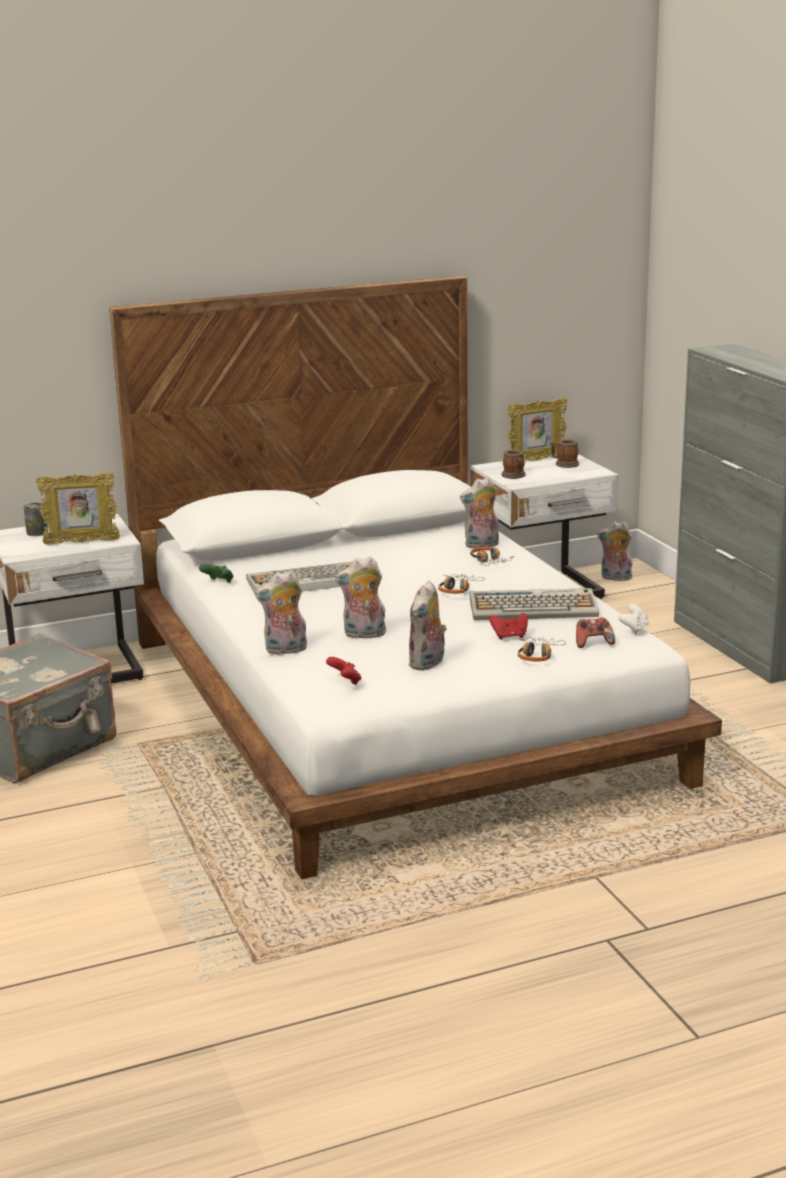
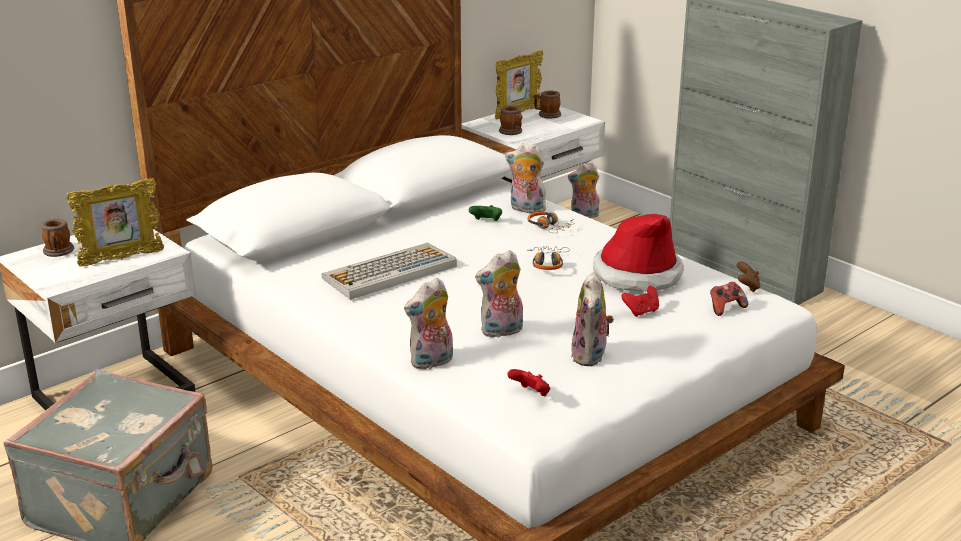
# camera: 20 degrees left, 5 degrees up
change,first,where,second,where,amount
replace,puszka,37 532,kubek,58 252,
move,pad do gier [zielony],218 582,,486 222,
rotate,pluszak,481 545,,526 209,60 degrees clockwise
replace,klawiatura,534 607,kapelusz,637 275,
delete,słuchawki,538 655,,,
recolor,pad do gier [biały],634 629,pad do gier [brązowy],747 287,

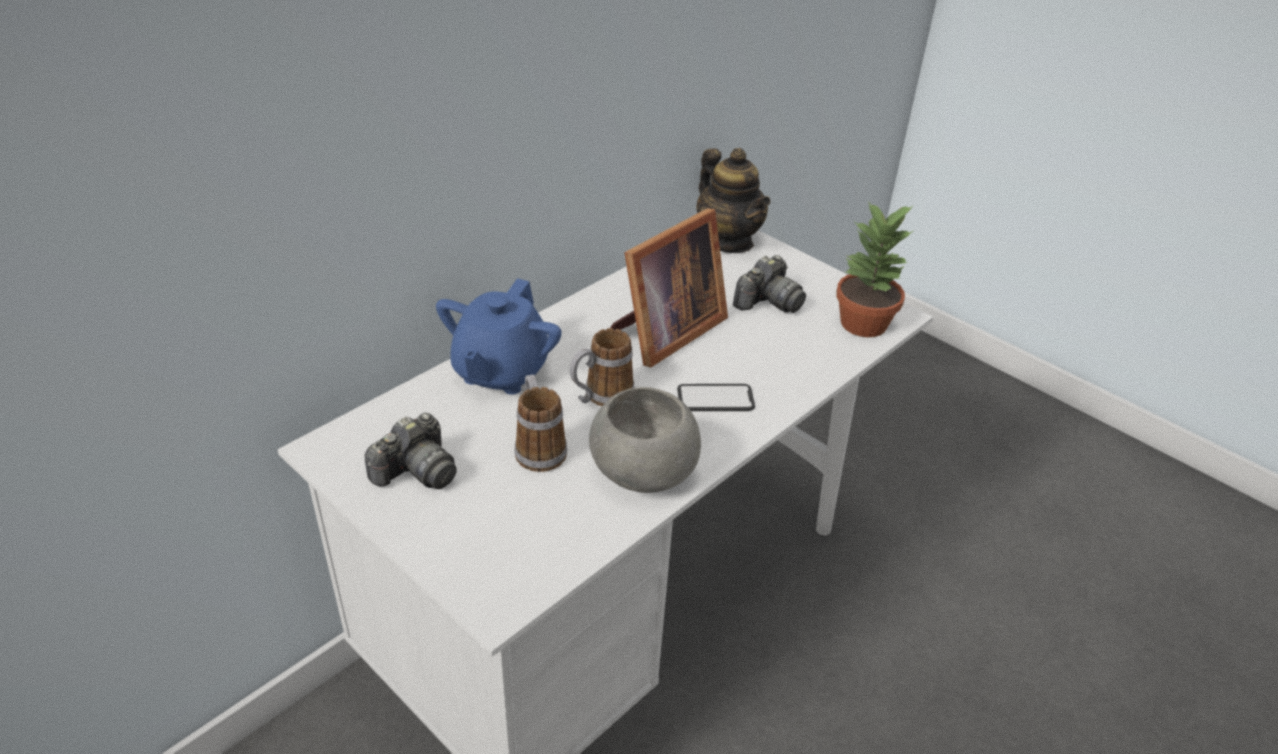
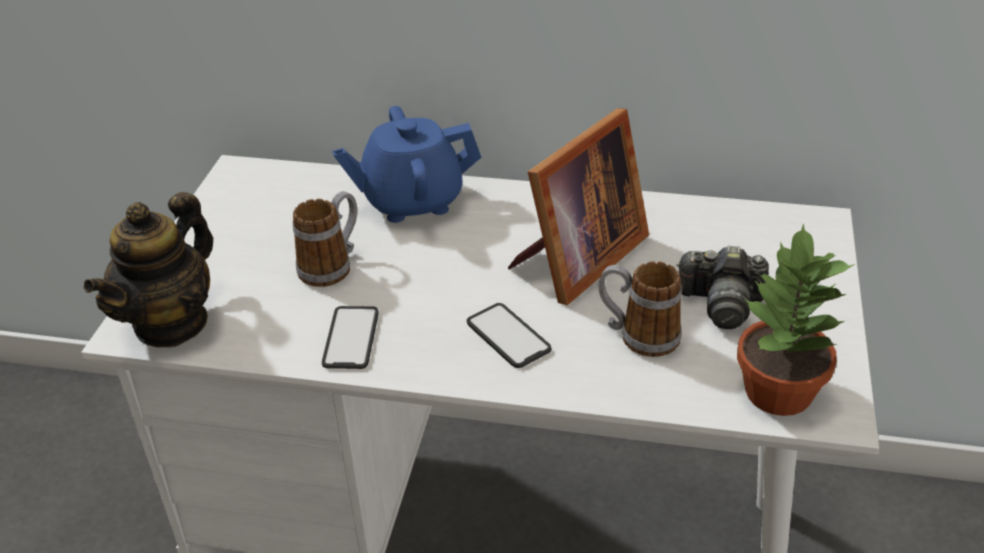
# camera: 60 degrees right, 0 degrees up
change,first,where,second,where,amount
delete,aparat fotograficzny,416 471,,,
move,kubek,601 397,,638 336,
replace,miska [szary],642 474,telefon,351 338,
rotate,ramka na zdjęcie,664 333,,576 260,60 degrees counterclockwise
move,imbryk,728 241,,171 323,

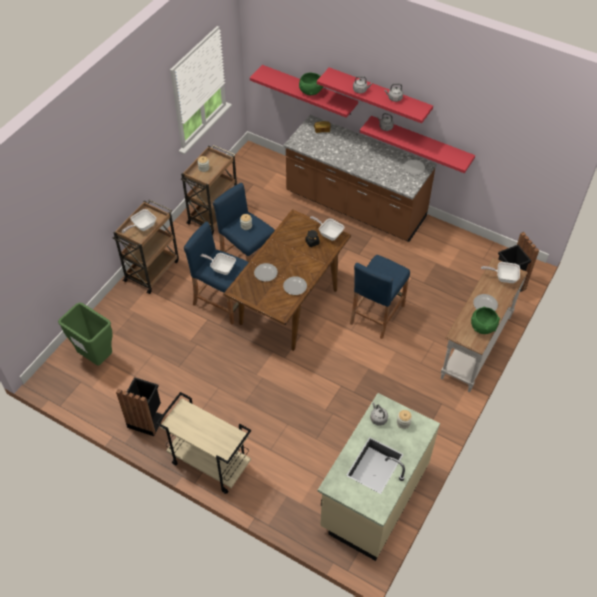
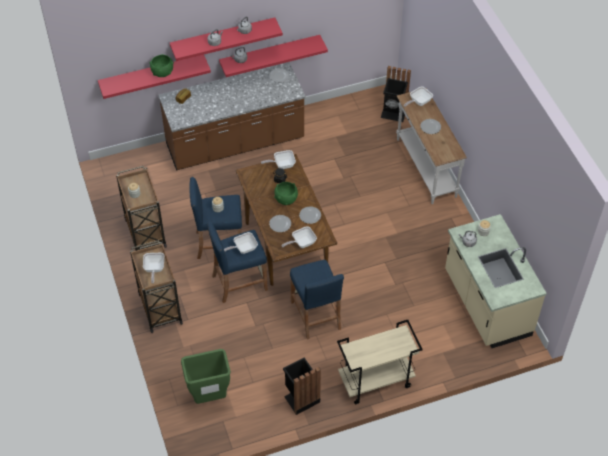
# camera: 50 degrees left, 0 degrees up
change,first,where,second,where,amount
move,stołek [niebieski],376 314,,315 315,
move,miska [zielony],483 327,,286 199,
insert,,,patelnia,301 243,

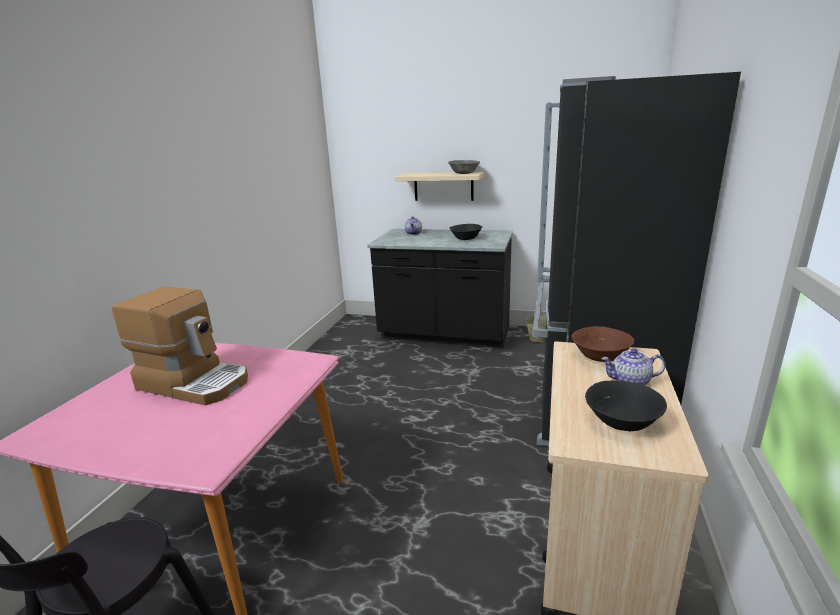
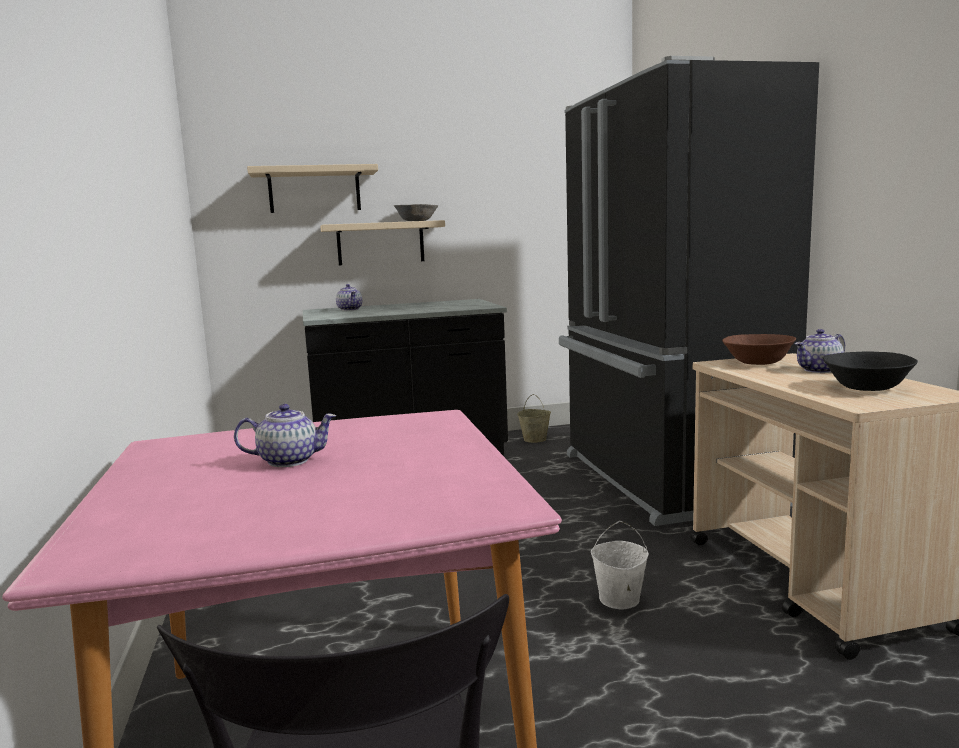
# camera: 30 degrees left, 10 degrees down
change,first,where,second,where,amount
replace,ekspres do kawy,195 382,imbryk,289 460,
delete,miska [czarny],466 238,,,
insert,,,półka [beżowy],314 190,
insert,,,wiadro [biały],619 599,

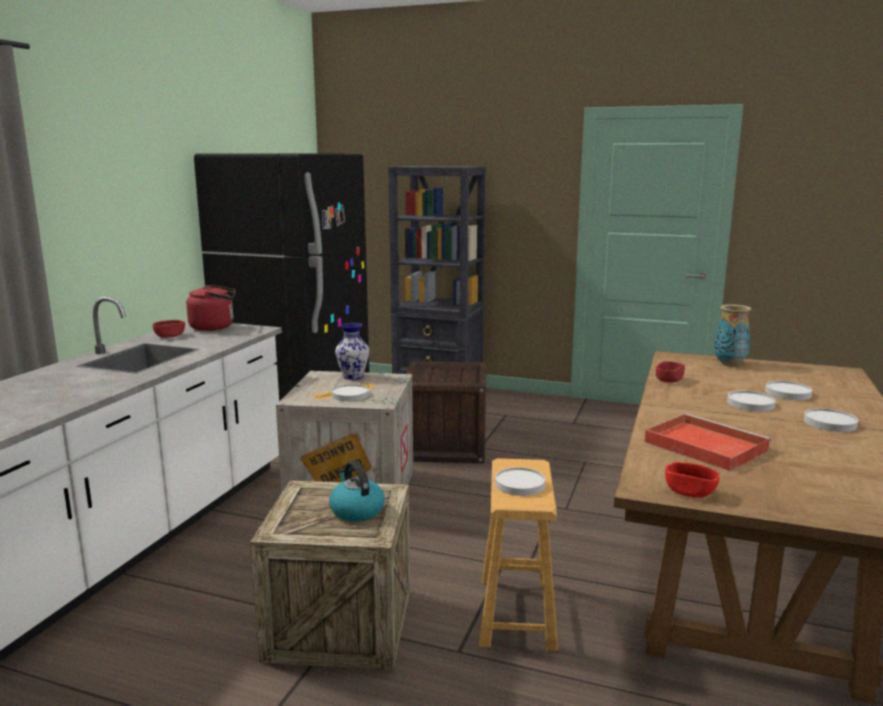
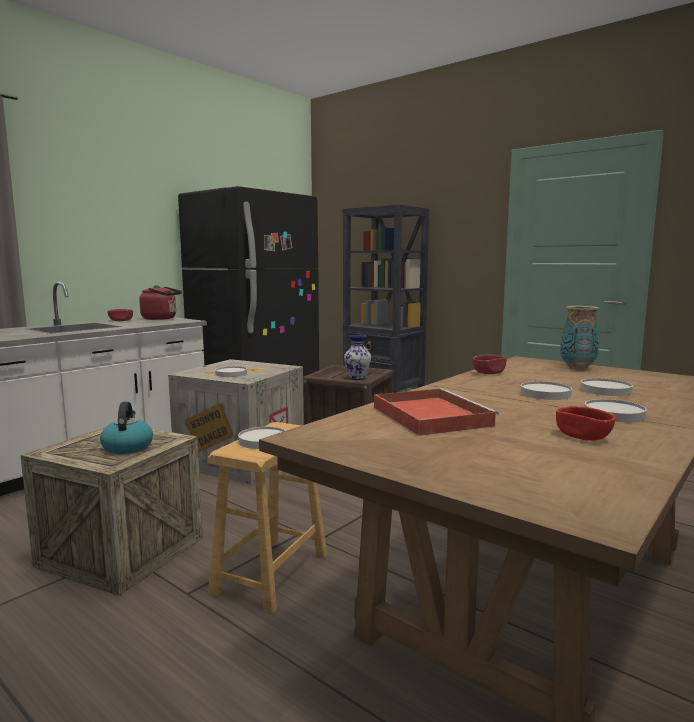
# camera: 20 degrees right, 5 degrees down
change,first,where,second,where,amount
move,wazon,353 377,,357 378,
move,miska [czerwony],690 492,,583 436,

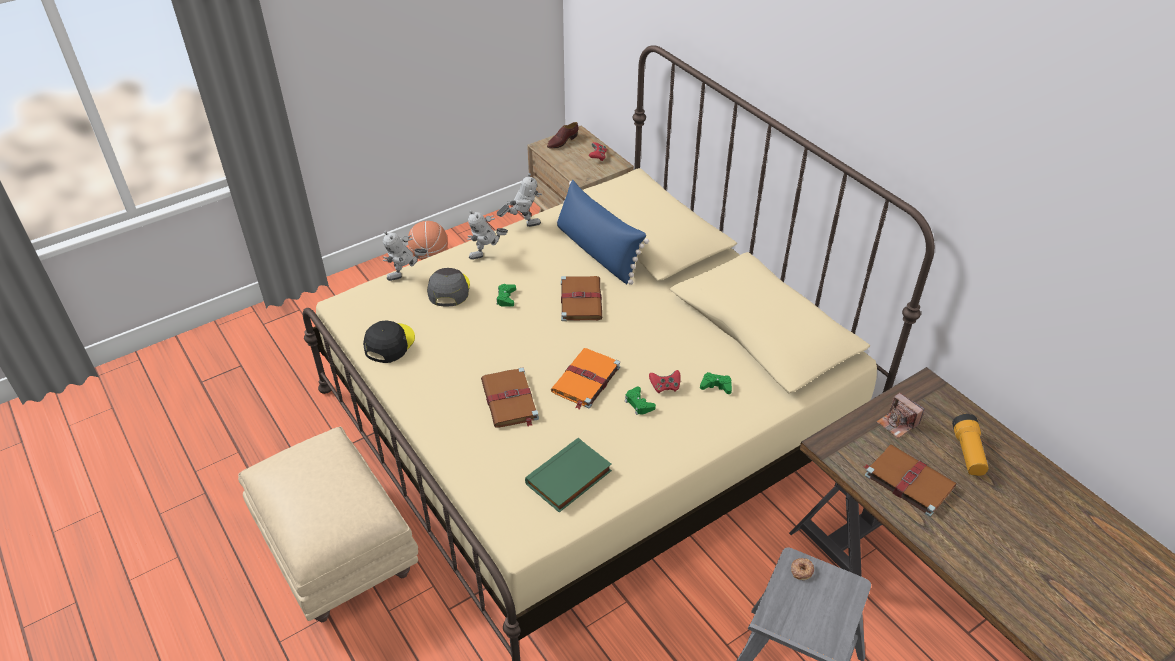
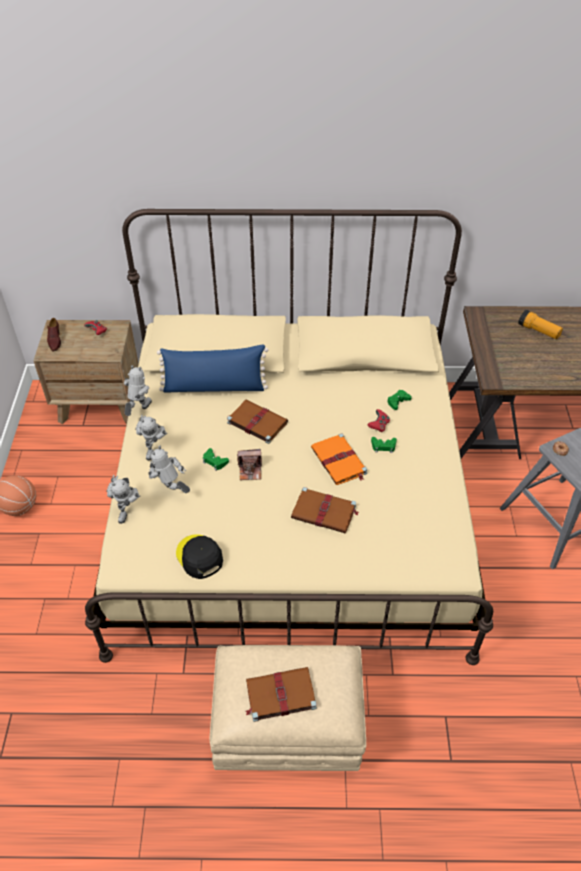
# camera: 55 degrees left, 5 degrees up
change,first,where,second,where,amount
replace,czapka z daszkiem [szary],448 290,robot zabawkowy,171 490,
delete,książka [zielony],569 479,,,
move,książka [brązowy],907 480,,279 695,
move,aparat fotograficzny,897 423,,250 470,

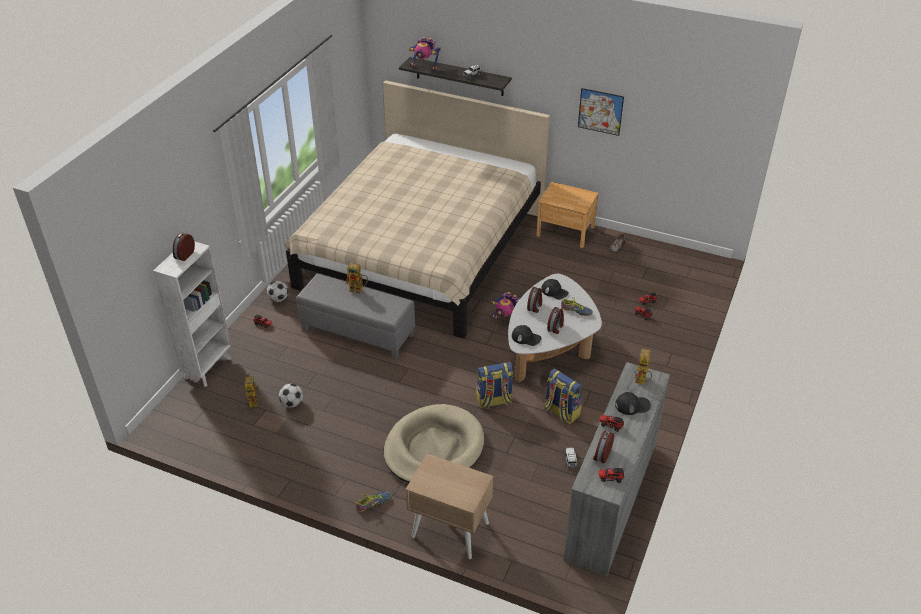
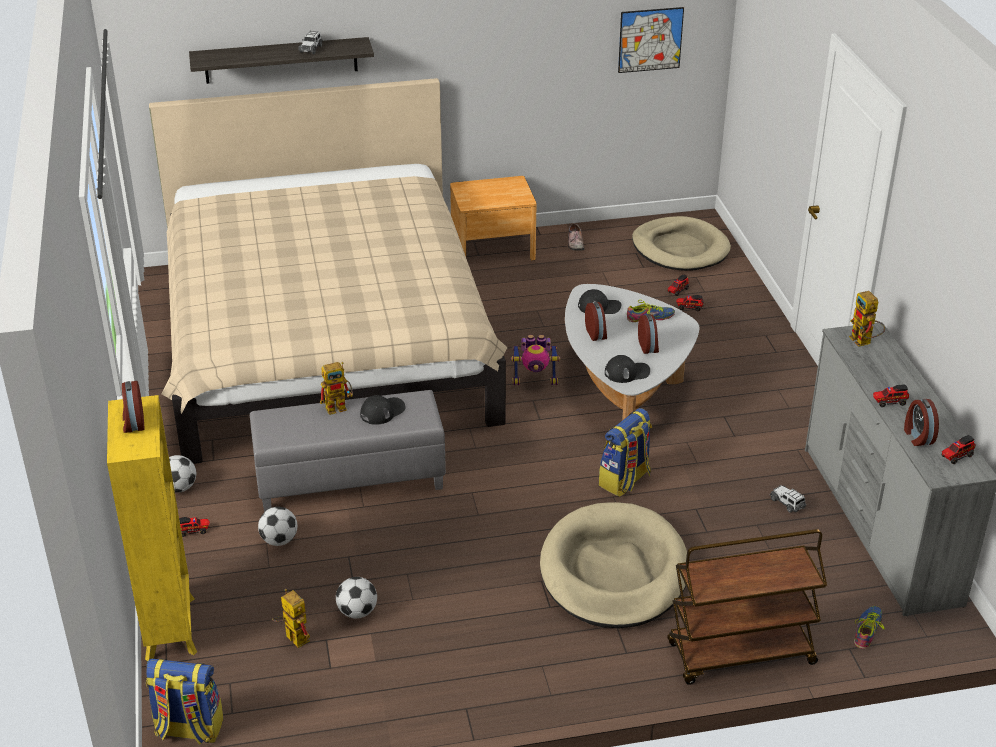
# camera: 35 degrees left, 5 degrees down
change,first,where,second,where,amount
recolor,regał [biały],208 367,regał [żółty],170 627,
move,but,373 503,,867 630,
replace,szafka nocna [beżowy],449 529,wózek [brązowy],740 655,
delete,robot zabawkowy,424 66,,,
move,plecak,561 412,,188 729,
move,obraz,600 111,,650 40,
move,czapka z daszkiem [czarny],632 405,,382 411,
insert,,,piłka futbolowa,279 540,
insert,,,legowisko [beżowy],680 248,

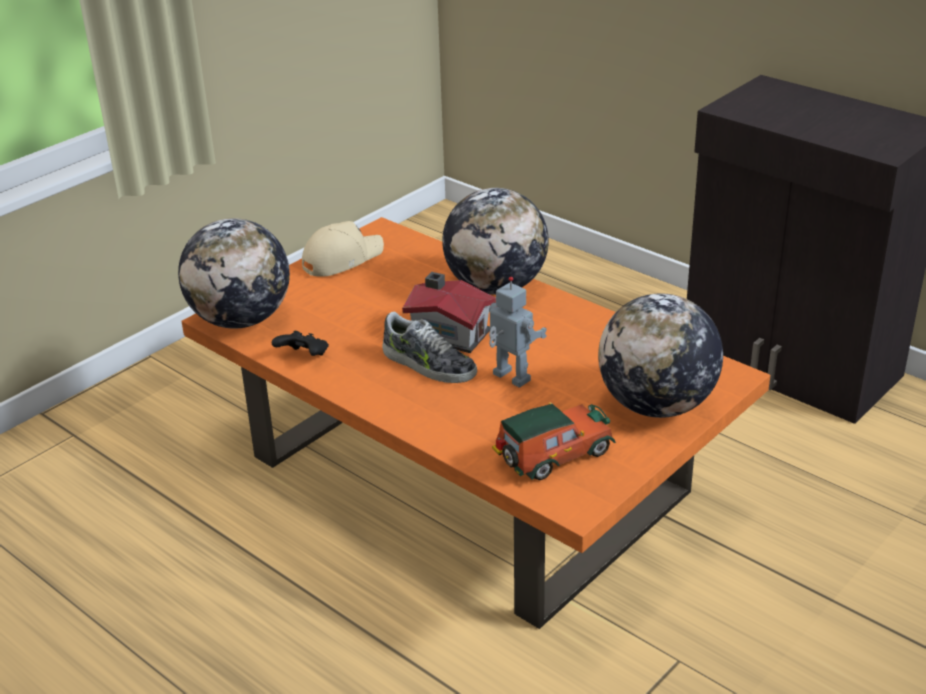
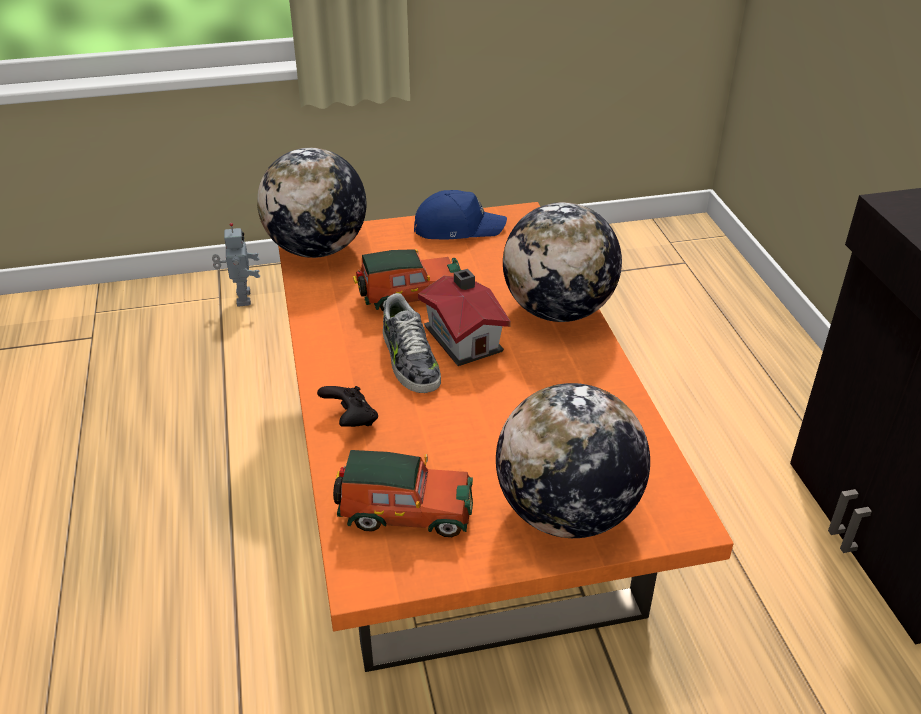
# camera: 35 degrees right, 5 degrees up
change,first,where,second,where,amount
move,pad do gier [czarny],304 357,,350 420,
recolor,czapka z daszkiem [beżowy],341 259,czapka z daszkiem [niebieski],457 228,
move,robot zabawkowy,510 378,,242 298,
insert,,,samochodzik,409 296,

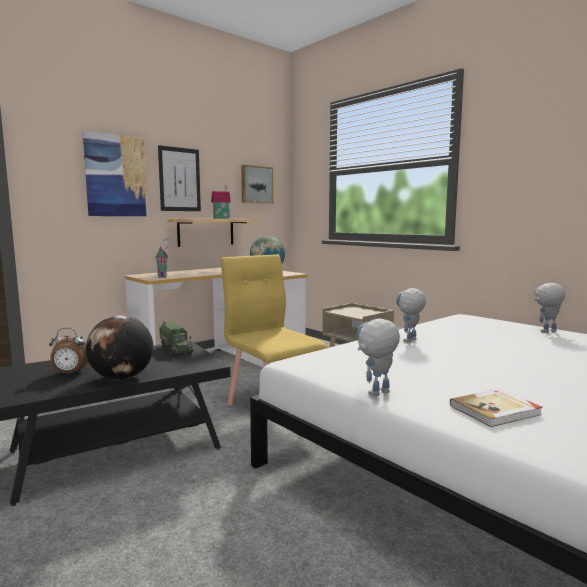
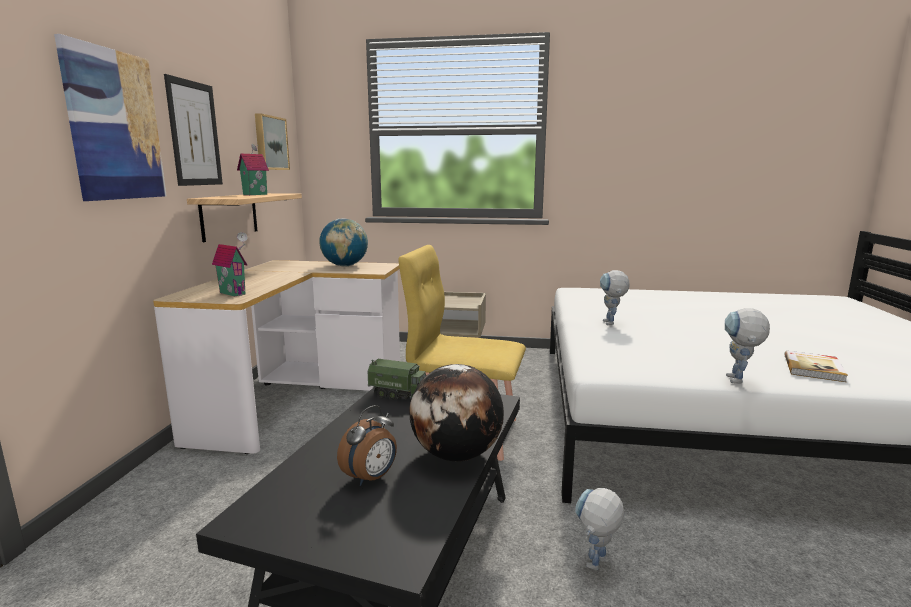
# camera: 40 degrees left, 5 degrees up
change,first,where,second,where,amount
move,robot zabawkowy,546 332,,595 568,

